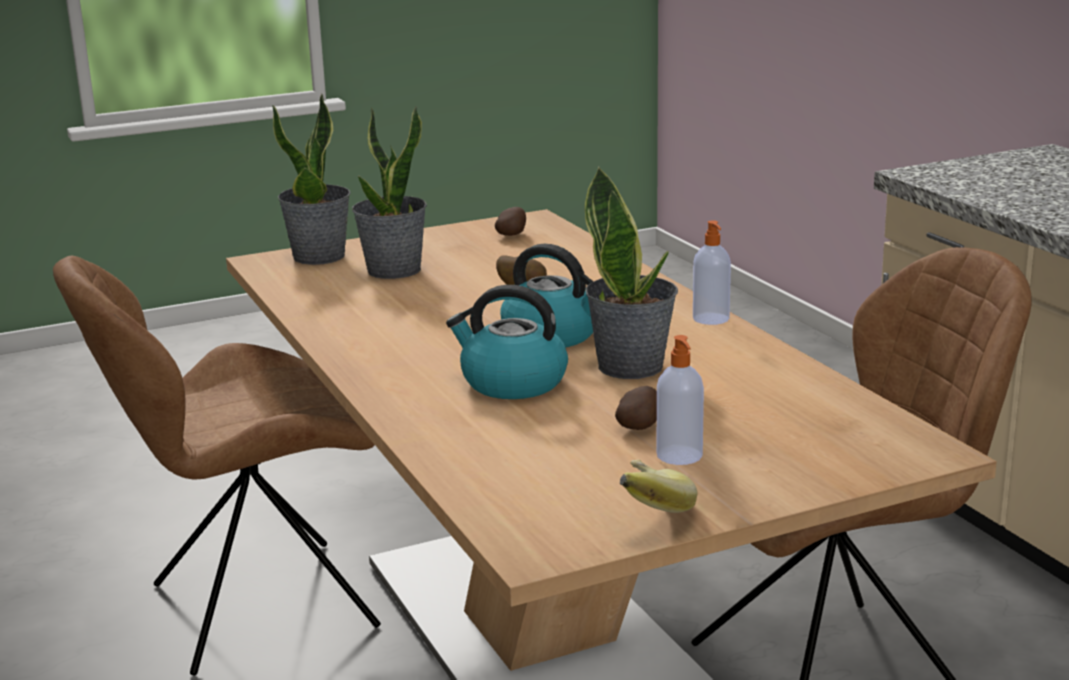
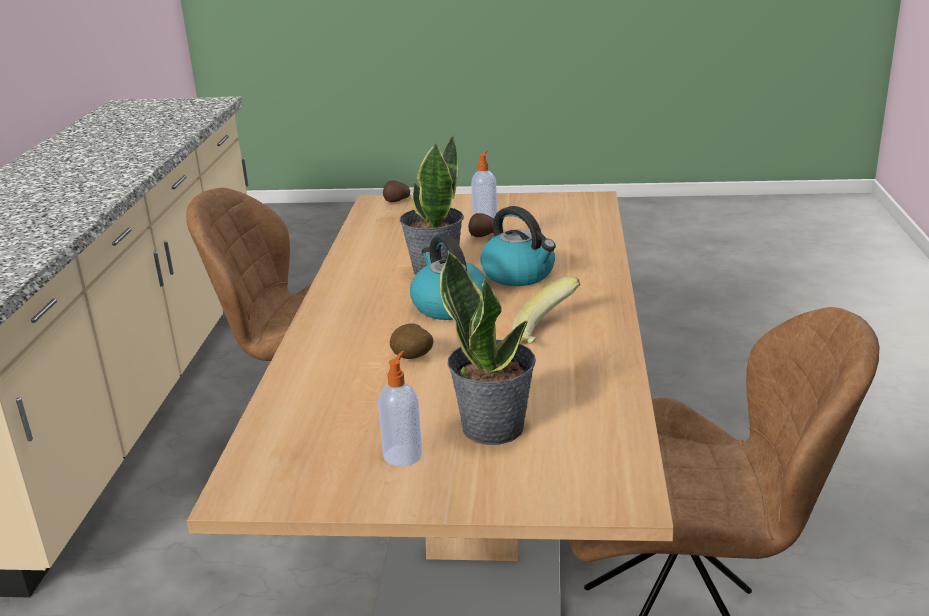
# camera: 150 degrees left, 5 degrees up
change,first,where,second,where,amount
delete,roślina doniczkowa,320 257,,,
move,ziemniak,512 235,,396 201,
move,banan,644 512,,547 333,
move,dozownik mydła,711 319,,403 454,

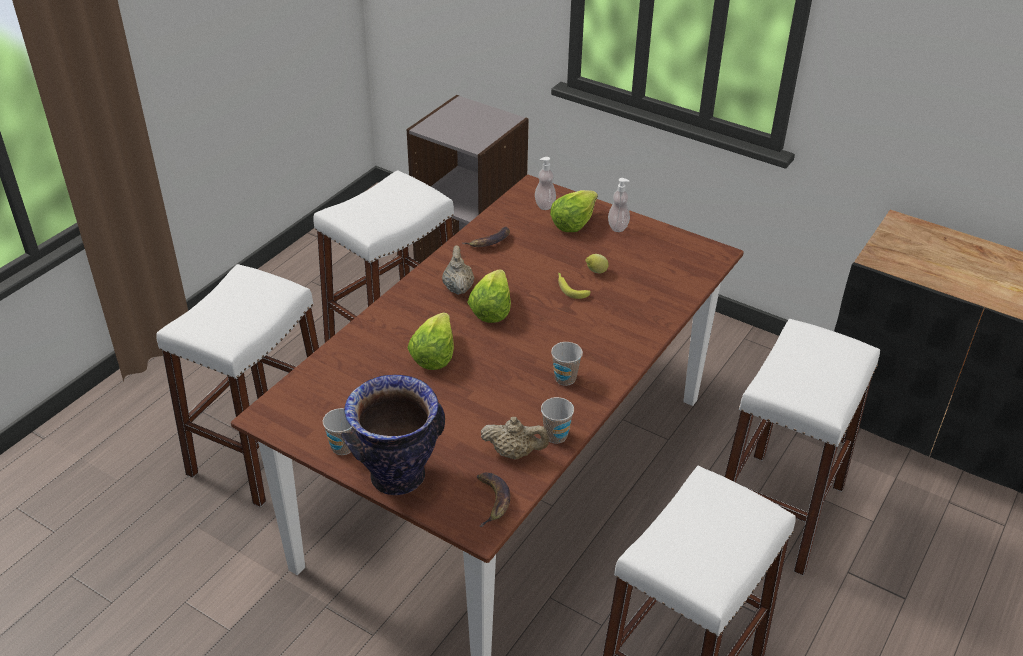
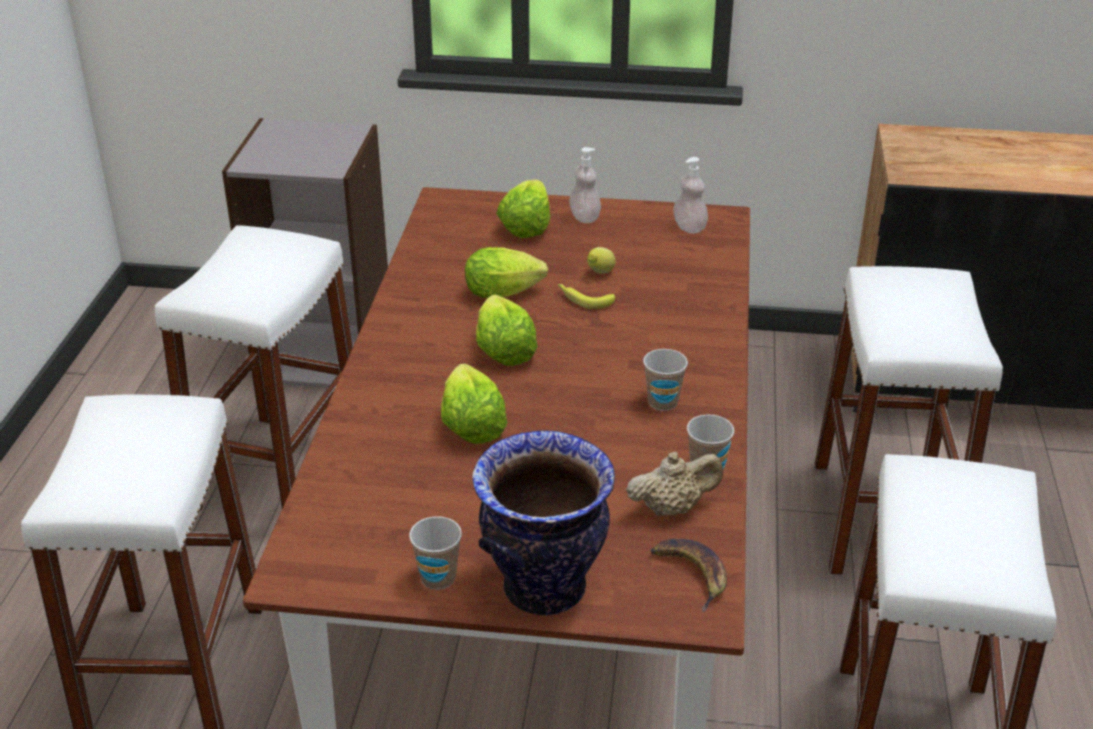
# camera: 25 degrees left, 5 degrees down
change,first,where,second,where,amount
delete,imbryk [beżowy],458 287,,,
delete,banan,489 242,,,
move,dozownik mydła,545 205,,689 227,
insert,,,sałata,507 293,

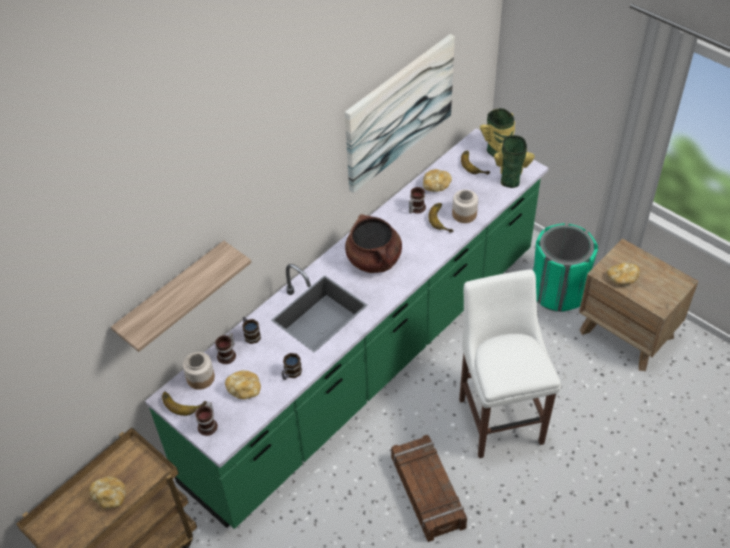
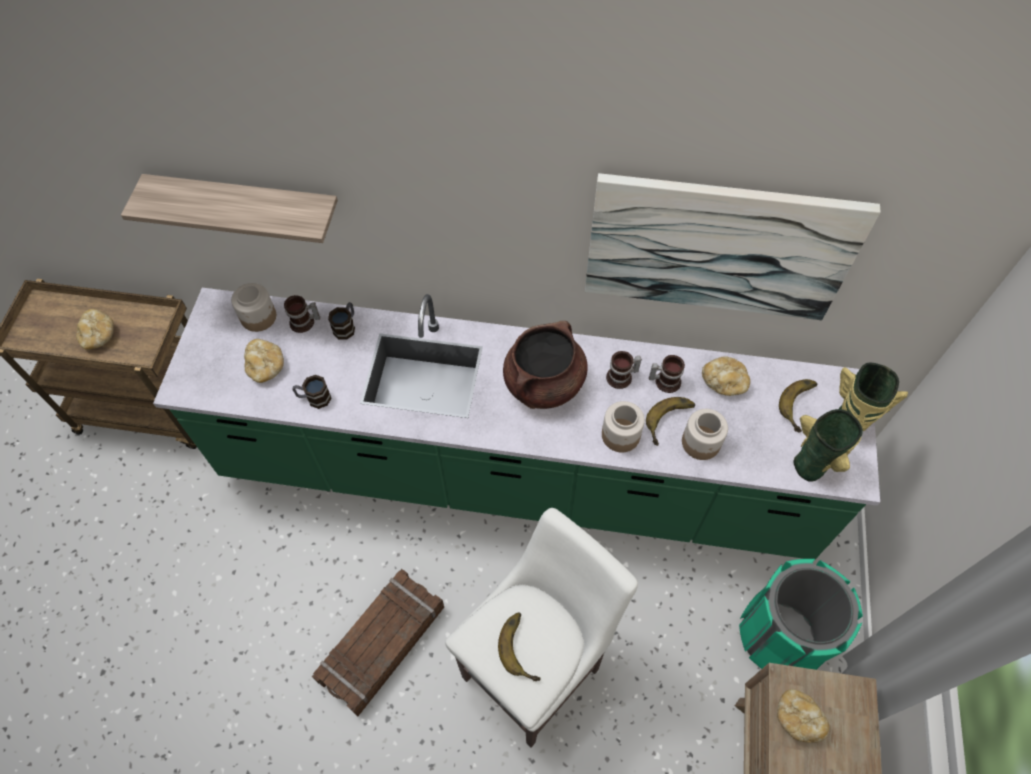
# camera: 55 degrees right, 10 degrees up
change,first,where,second,where,amount
move,banan,183 401,,523 647,
move,kubek,209 425,,622 378,
insert,,,słoik,620 435,

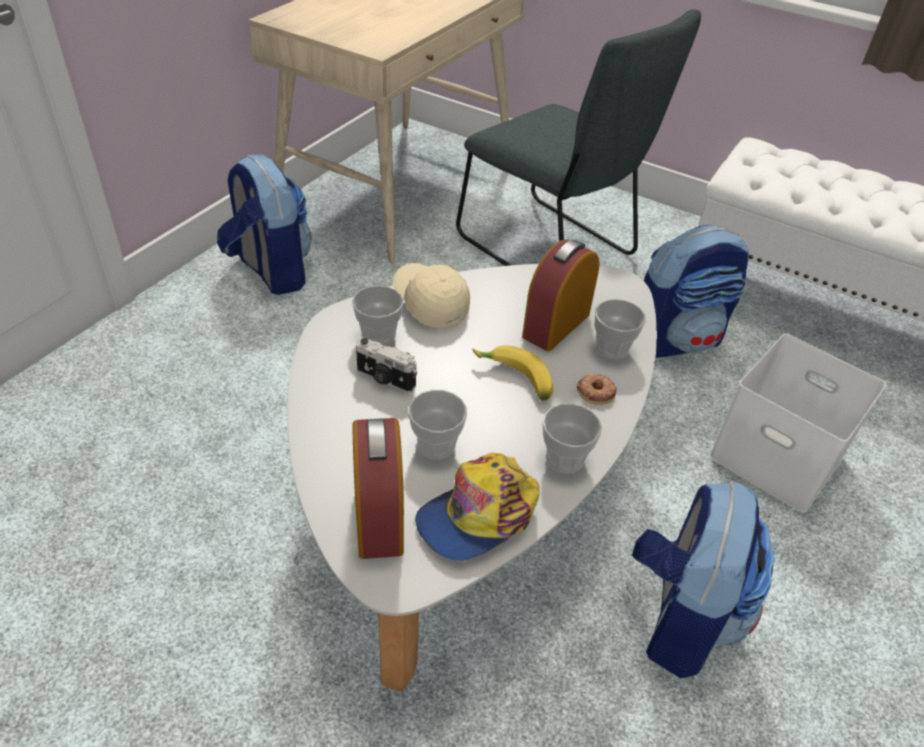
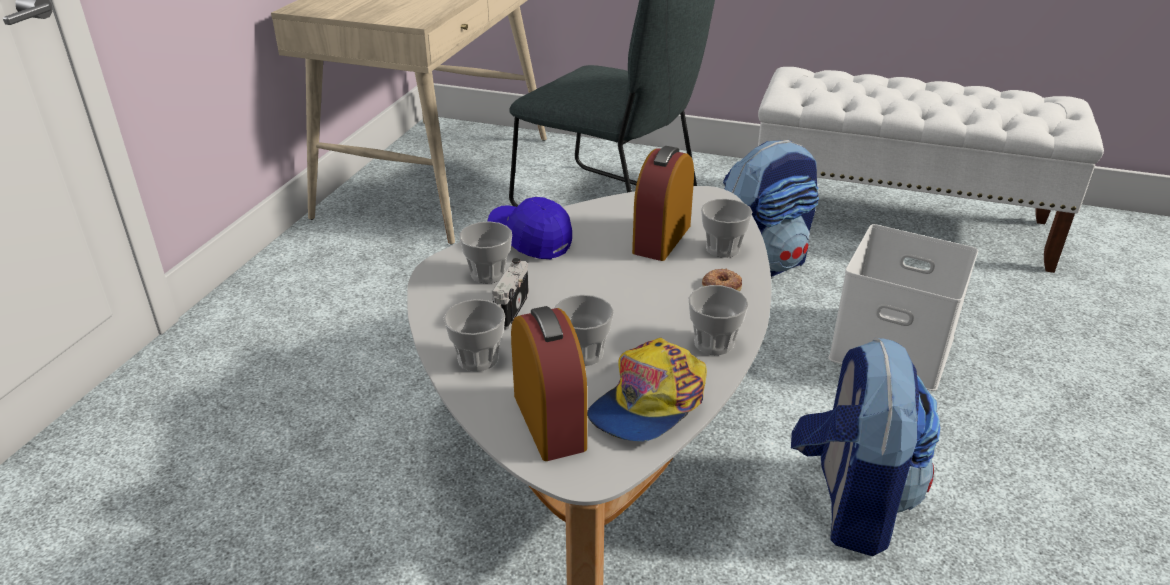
# camera: 10 degrees left, 10 degrees down
change,first,where,second,where,amount
delete,plecak,271 271,,,
rotate,aparat fotograficzny,385 379,,510 309,90 degrees clockwise
recolor,czapka z daszkiem [beżowy],430 303,czapka z daszkiem [niebieski],530 240,
delete,banan,514 380,,,
insert,,,filiżanka,478 359,

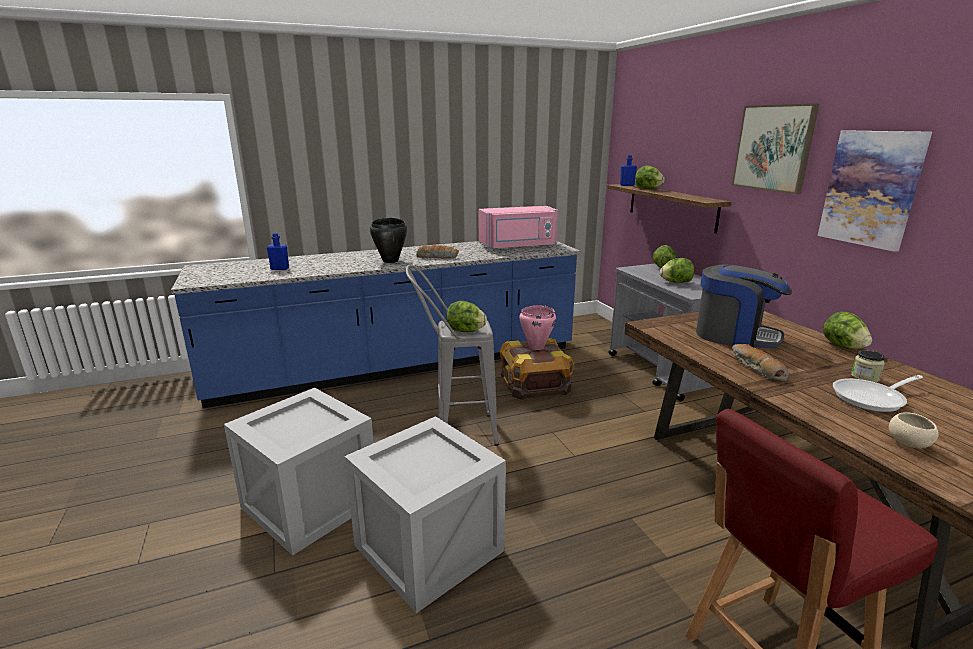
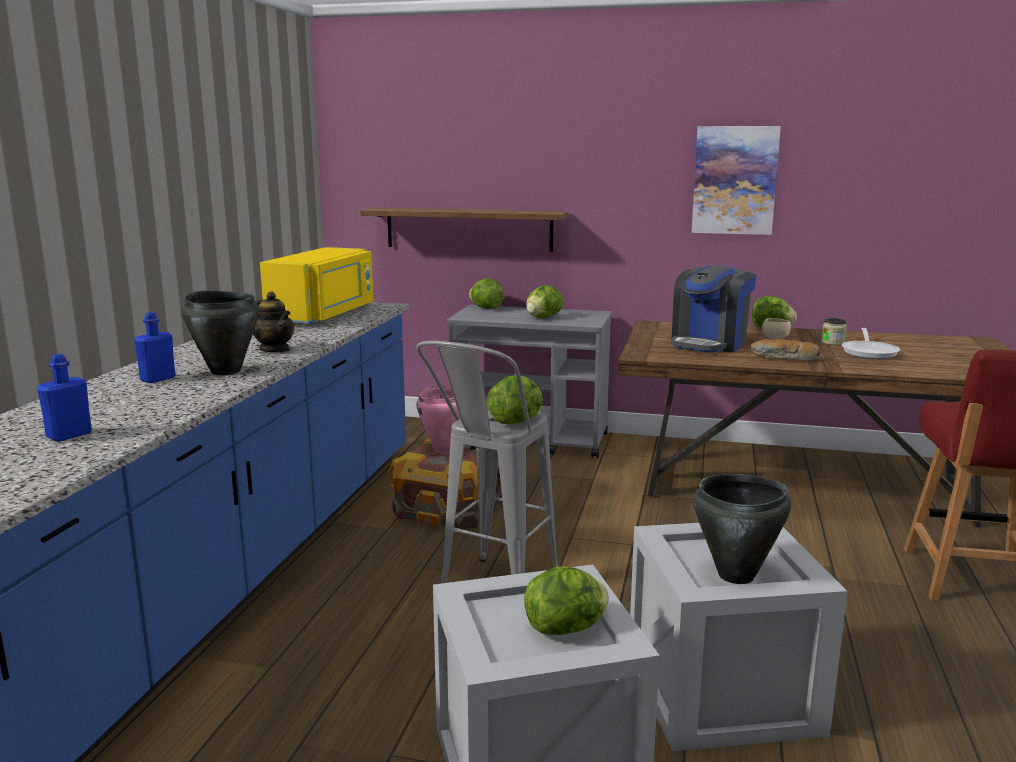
# camera: 55 degrees left, 5 degrees down
change,first,where,second,where,amount
replace,chleb,437 257,imbryk,275 350,
recolor,mikrofalówka [różowy],518 246,mikrofalówka [żółty],324 315,
move,butelka [niebieski],627 185,,158 379,
move,sałata,647 189,,566 629,
rotate,ekspres do kawy,735 336,,709 343,150 degrees clockwise
delete,obraz,773 148,,,
move,miska [beżowy],908 443,,775 338,
insert,,,garnek [czarny],737 576,

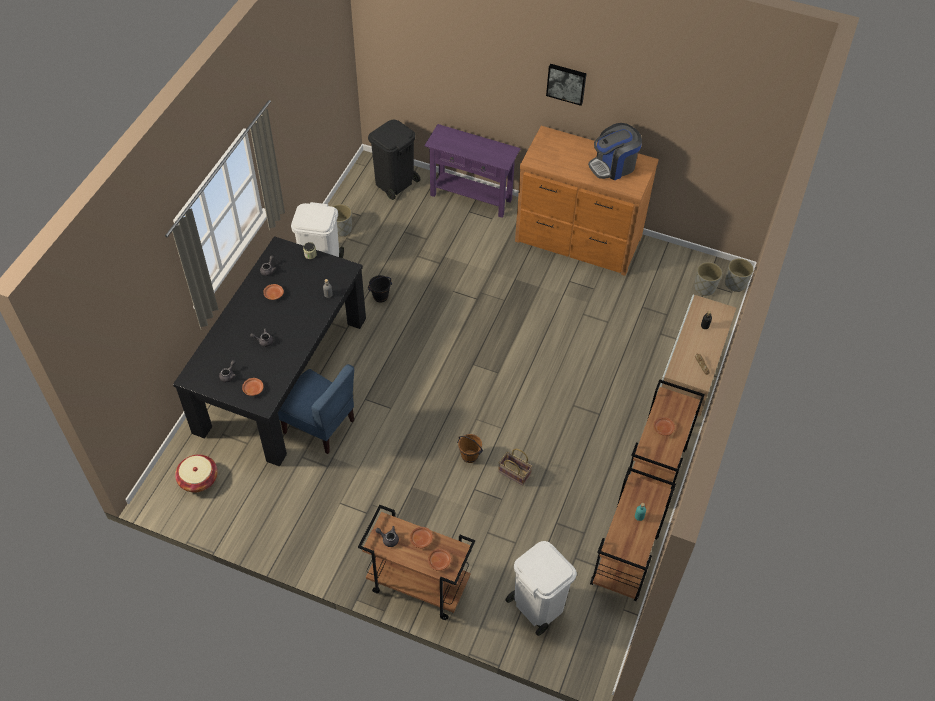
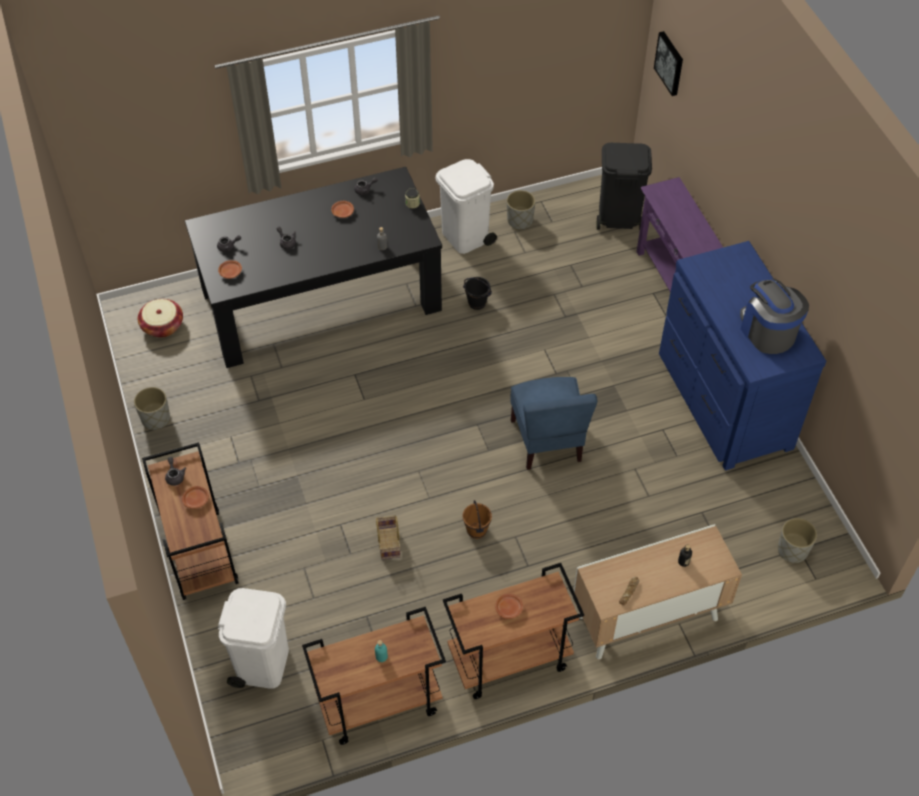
# camera: 50 degrees right, 0 degrees up
change,first,where,second,where,amount
move,krzesło [niebieski],320 426,,547 441,
delete,talerz [brązowy],439 561,,,
move,wiadro [brązowy],469 456,,476 530,
recolor,komoda [brązowy],578 240,komoda [niebieski],722 401,
move,obraz,566 83,,670 63,
rotate,ekspres do kawy,613 166,,767 331,45 degrees clockwise
move,donica [szary],735 283,,156 418,

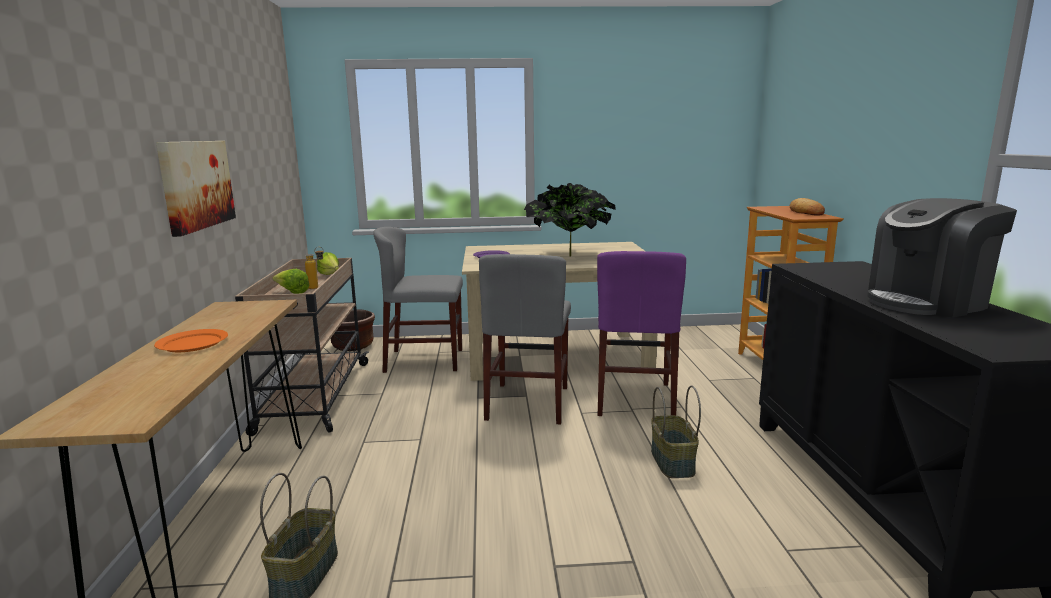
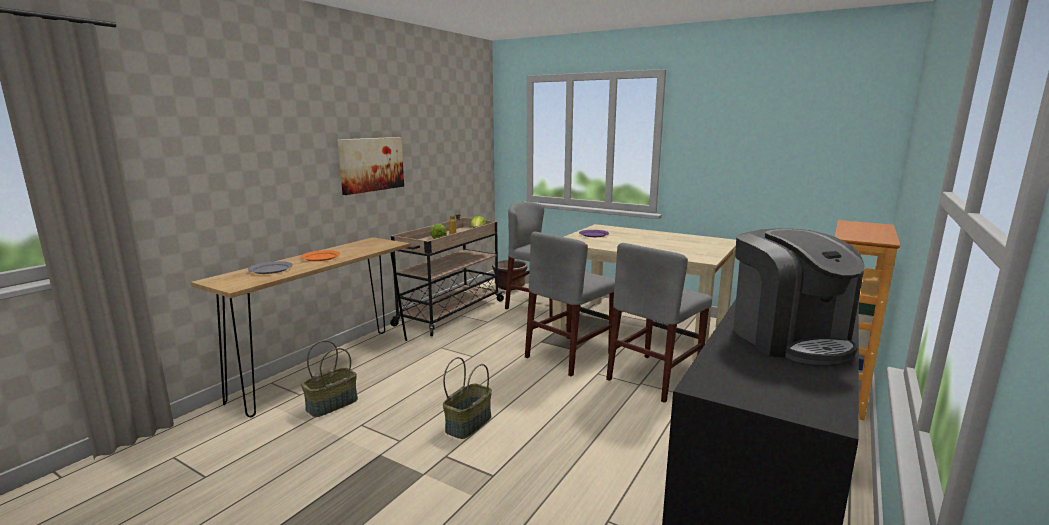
# camera: 35 degrees right, 0 degrees up
change,first,where,second,where,amount
delete,roślina doniczkowa,568 256,,,
recolor,krzesło [fioletowy],634 399,krzesło [szary],654 377,
move,koszyk,671 462,,468 423,
delete,chleb,805 212,,,
rotate,ekspres do kawy,927 302,,788 338,120 degrees counterclockwise
insert,,,talerz [szary],270 269,

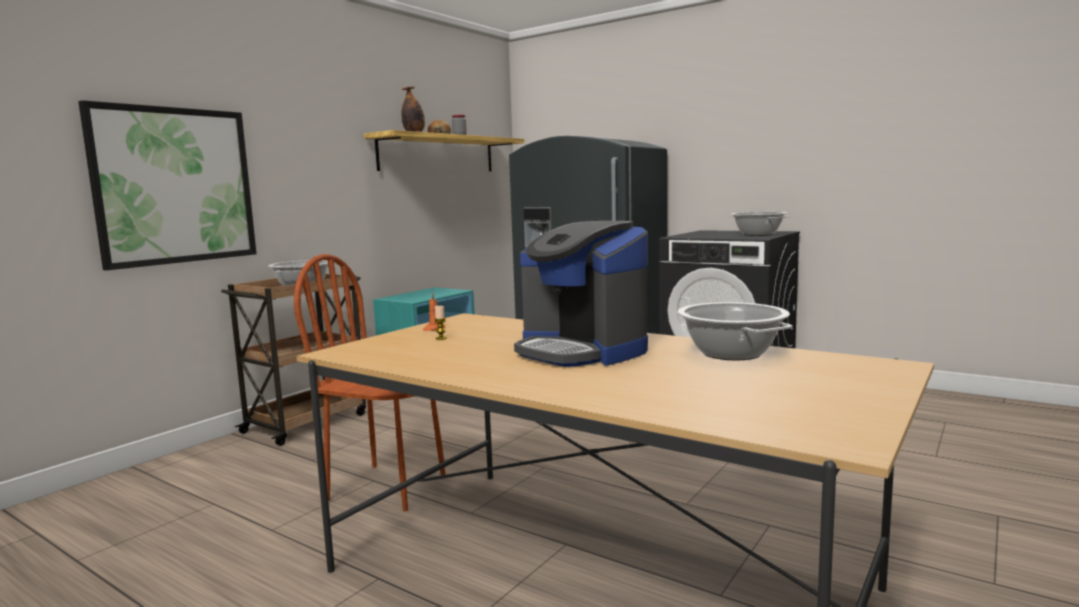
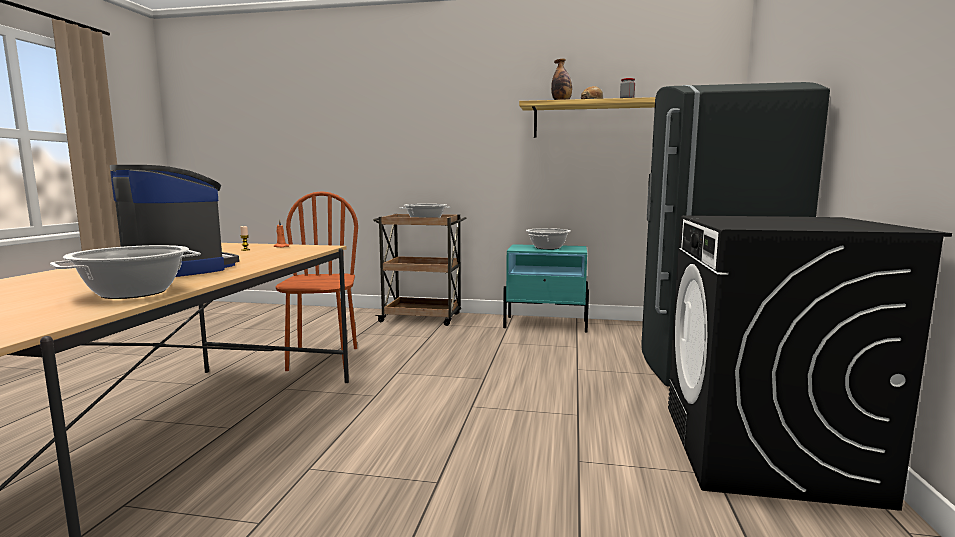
# camera: 65 degrees right, 0 degrees up
change,first,where,second,where,amount
delete,obraz,175 186,,,
rotate,ekspres do kawy,581 351,,180 268,105 degrees clockwise
move,garnek,757 234,,547 248,

